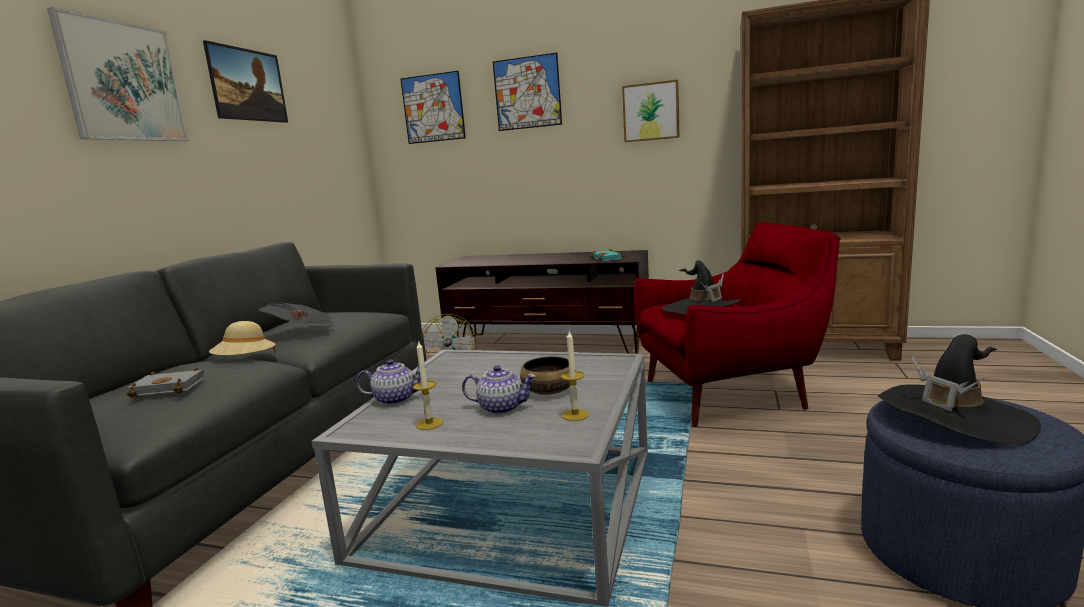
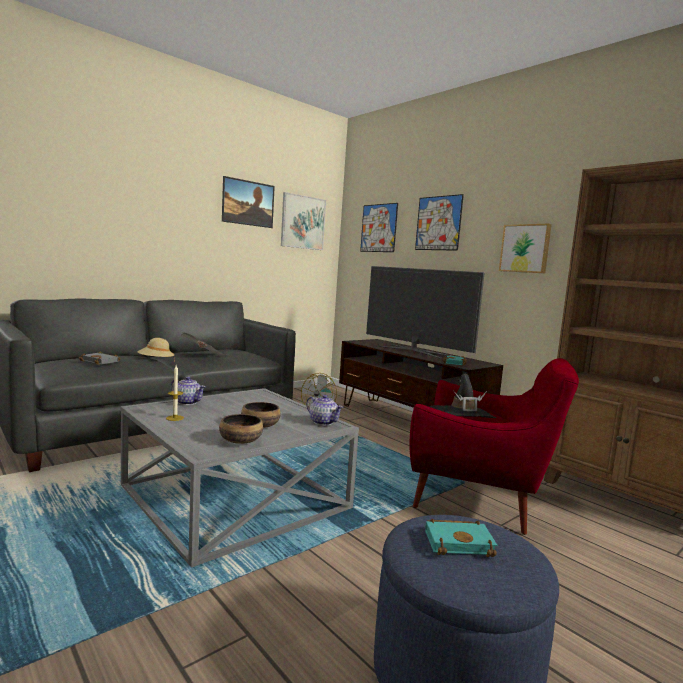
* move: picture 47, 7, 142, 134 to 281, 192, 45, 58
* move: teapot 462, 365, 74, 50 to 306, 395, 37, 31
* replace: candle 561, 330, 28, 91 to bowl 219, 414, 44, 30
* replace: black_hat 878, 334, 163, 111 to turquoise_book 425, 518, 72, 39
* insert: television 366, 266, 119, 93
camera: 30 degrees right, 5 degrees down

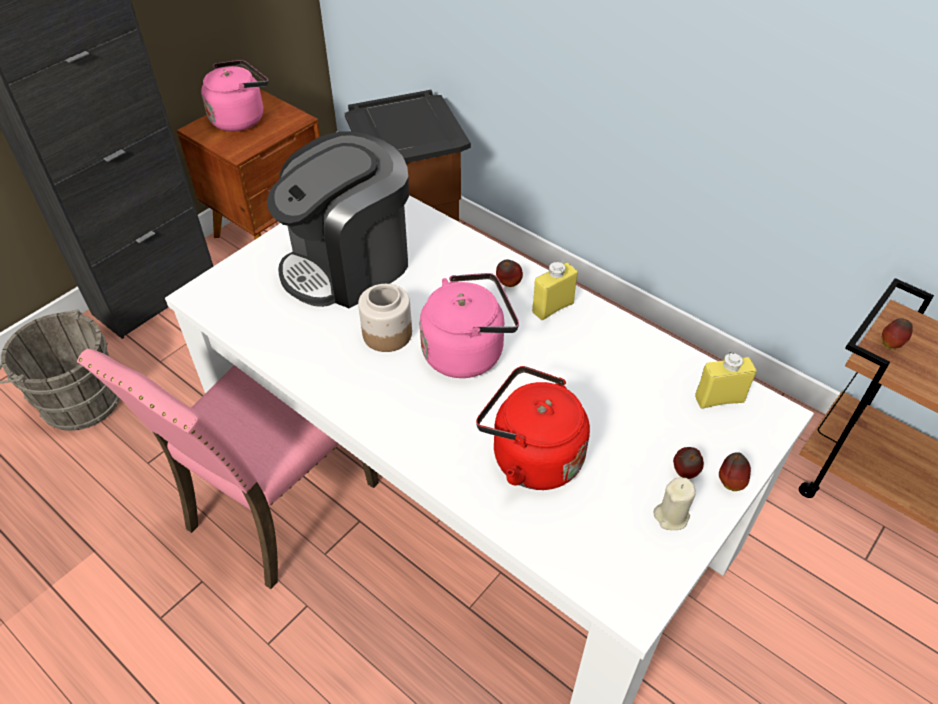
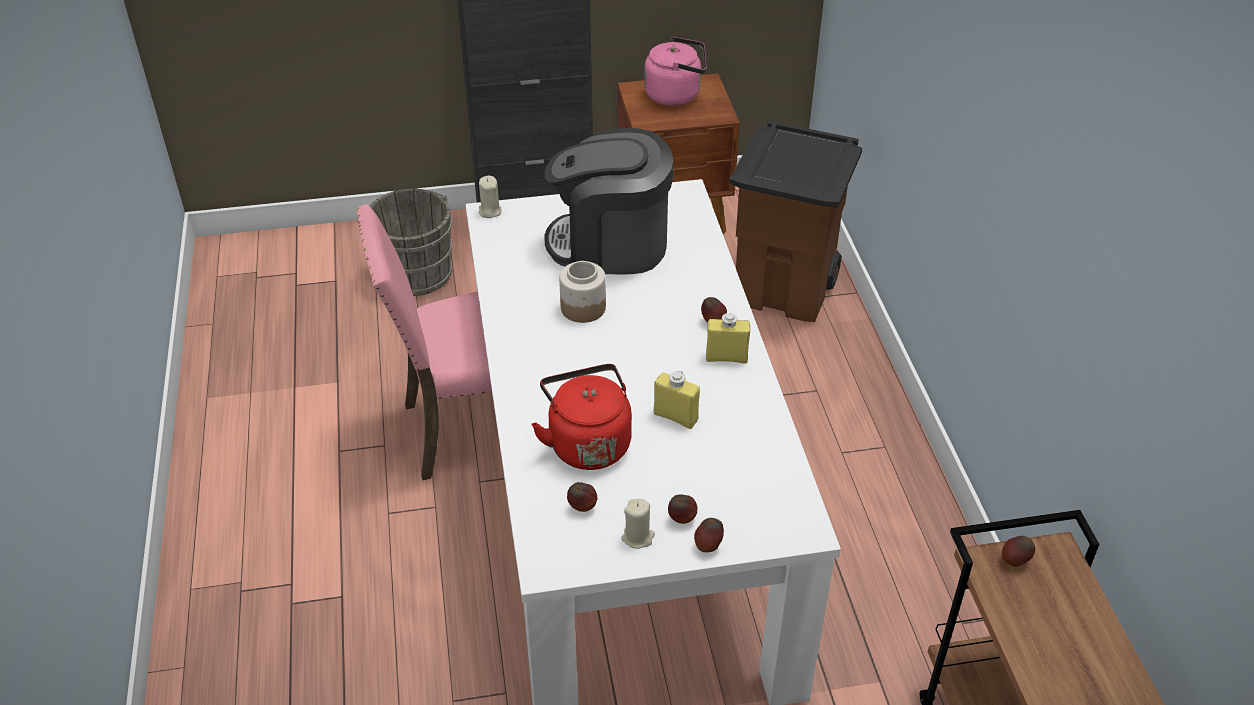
* delete: pink_kettle 420, 273, 99, 105
* move: yellow_bottle 695, 352, 62, 57 to 654, 372, 46, 57
* insert: beige_candle 479, 176, 22, 42
* insert: apple 567, 482, 31, 30
camera: 40 degrees right, 5 degrees down

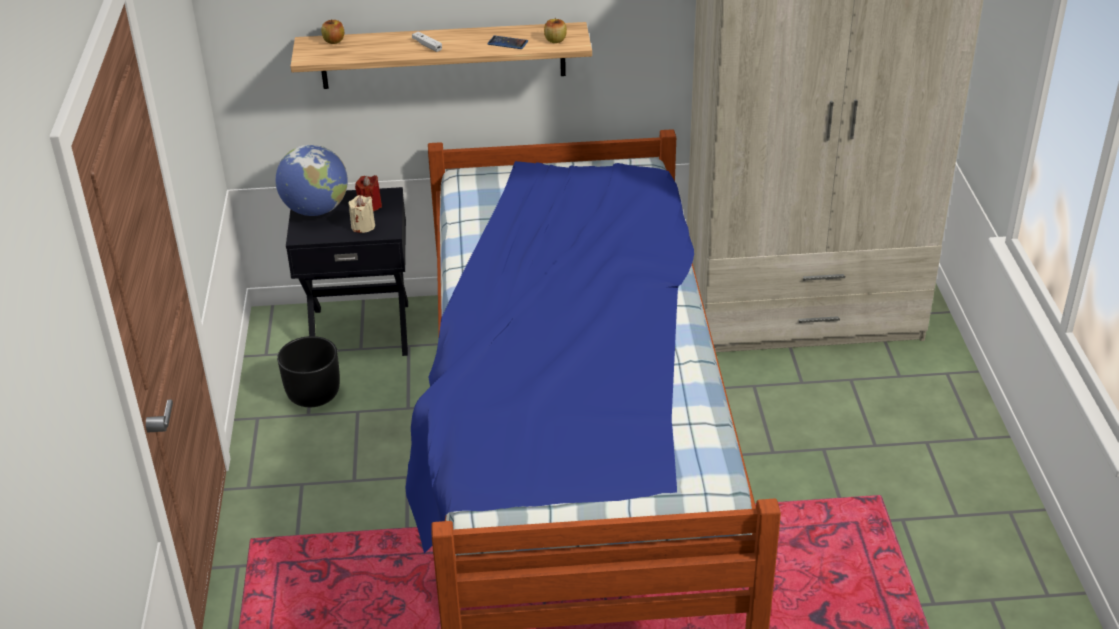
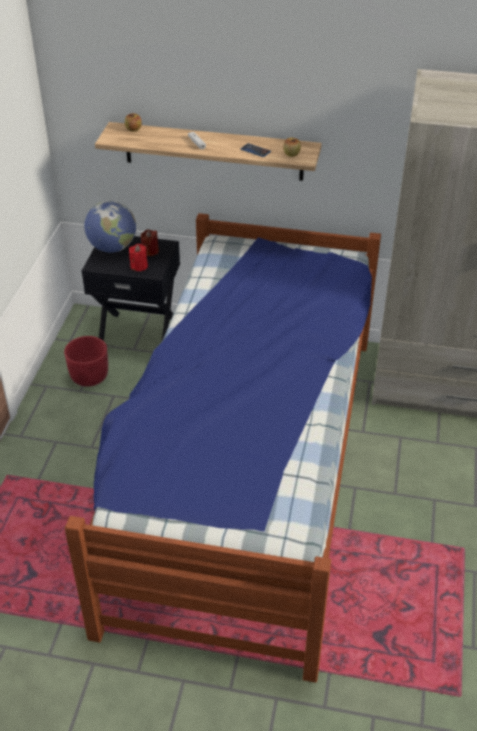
* recolor: black_planter 277, 336, 63, 71 to red_planter 64, 336, 44, 51
* recolor: beige_candle 349, 195, 26, 38 to red_candle 129, 244, 19, 27
camera: 15 degrees right, 5 degrees up

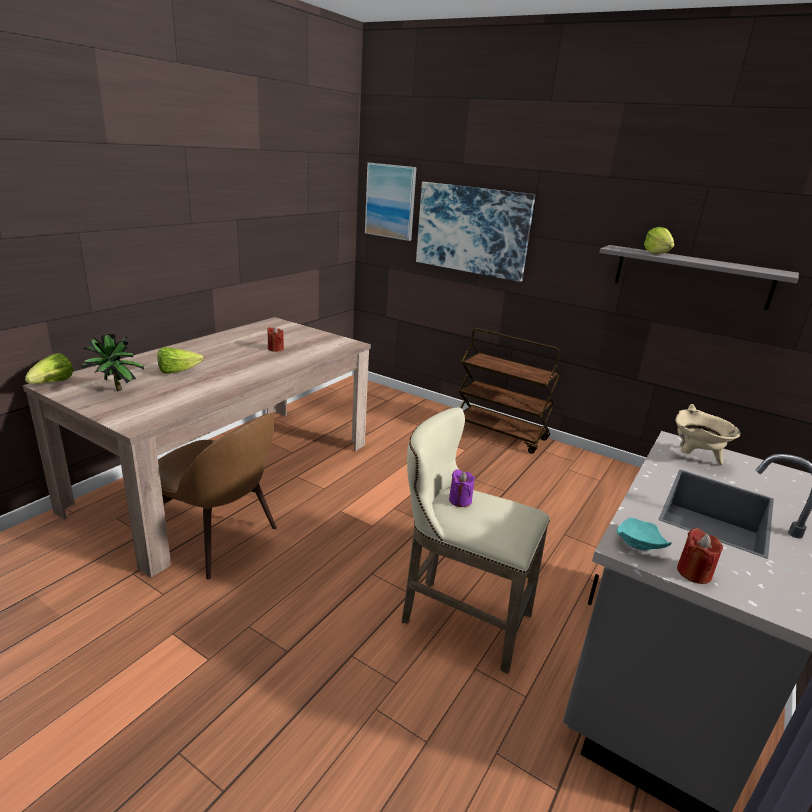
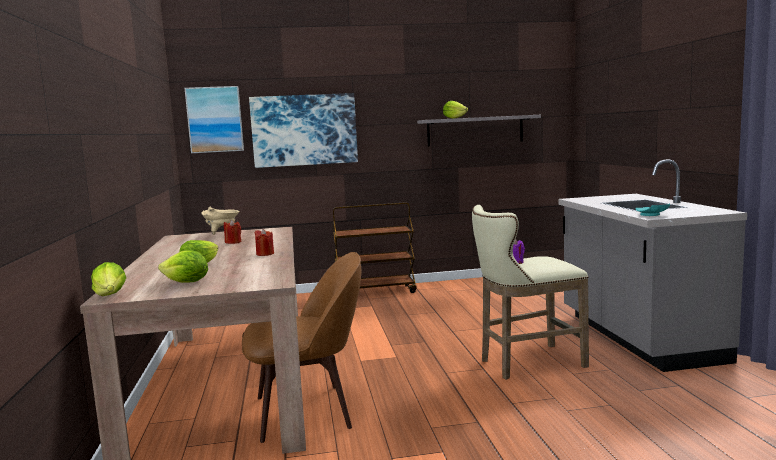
* replace: potted_plant 81, 334, 63, 57 to lettuce 158, 250, 50, 33
* move: beige_cooking_pot 675, 404, 65, 61 to 202, 206, 37, 29
* move: red_candle 677, 528, 46, 56 to 254, 229, 20, 27
camera: 40 degrees left, 15 degrees down

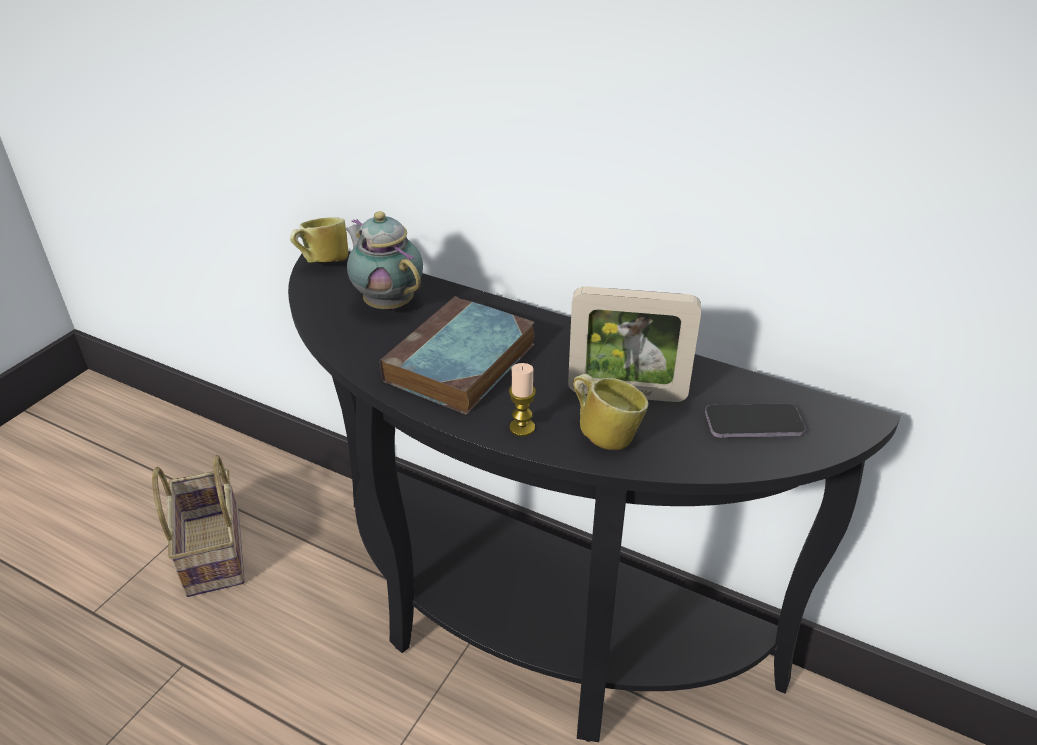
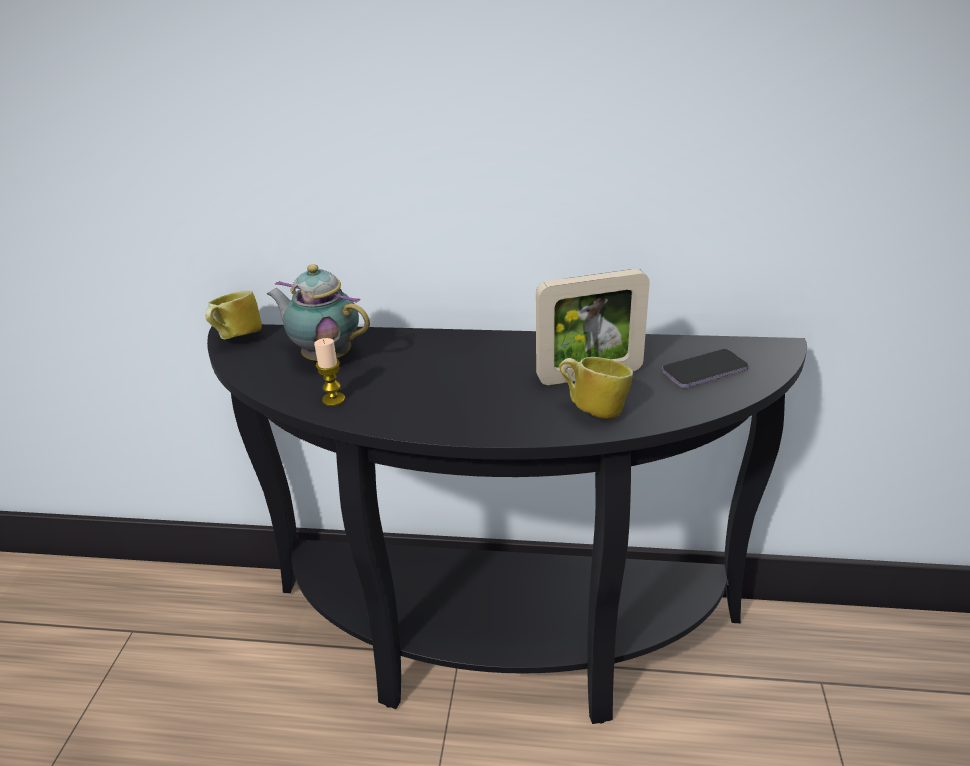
* delete: basket 152, 455, 93, 142
* delete: book 380, 296, 155, 119
* move: candle 509, 363, 27, 73 to 314, 338, 31, 68
camera: 20 degrees left, 5 degrees down

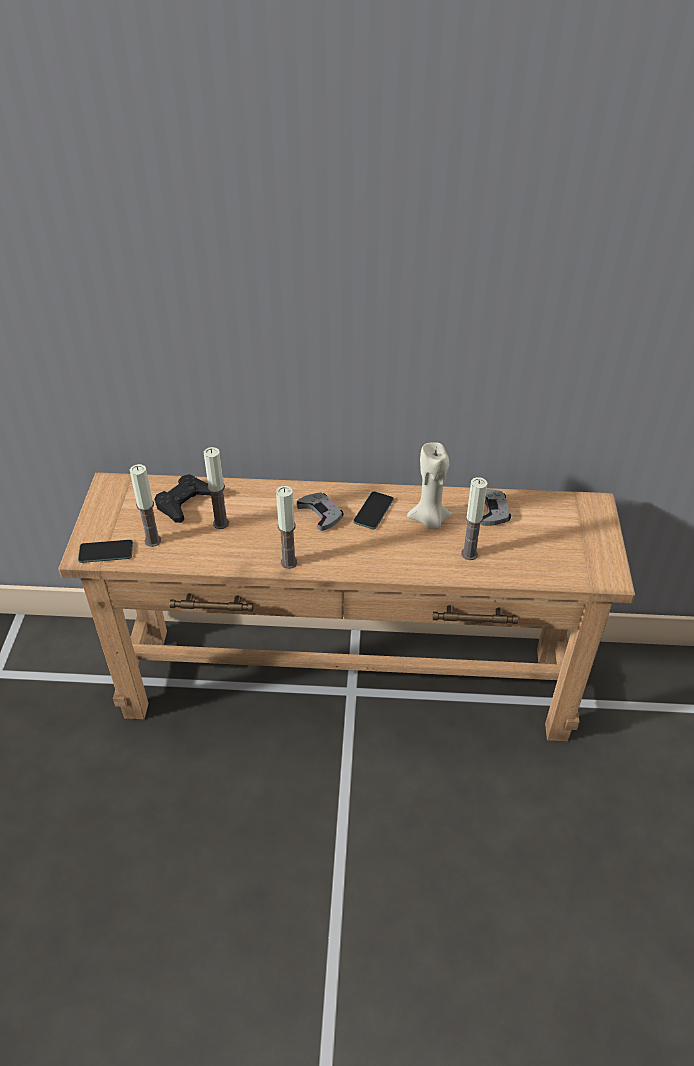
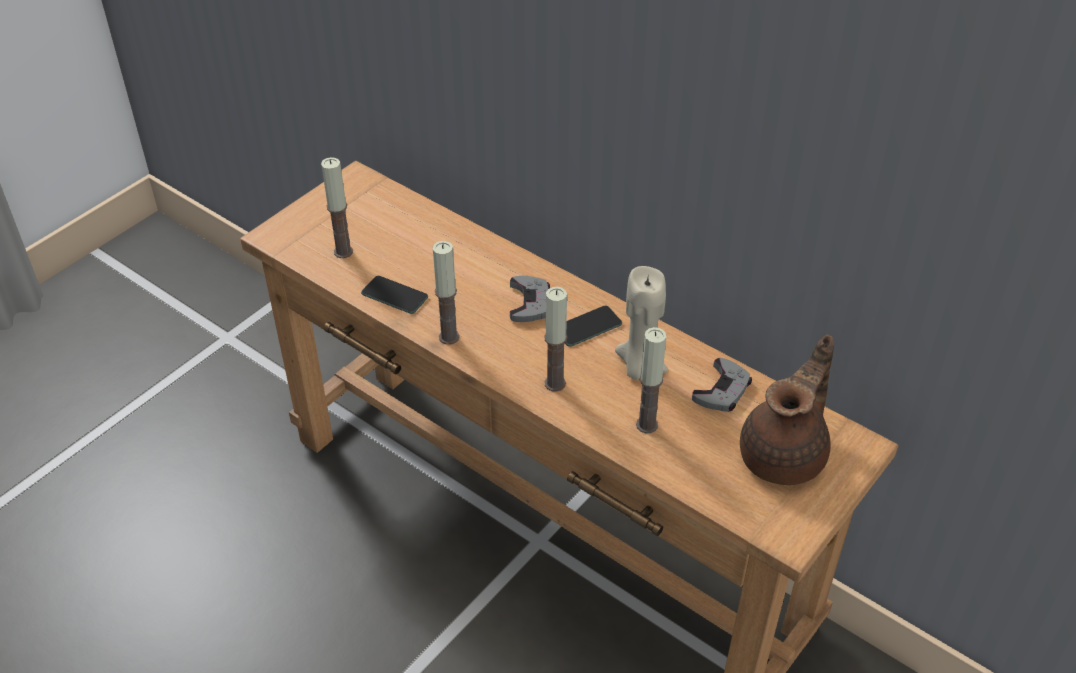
* move: phone 78, 540, 55, 23 to 361, 276, 67, 38
* delete: black_game_controller 154, 474, 57, 49
* move: candle 204, 447, 25, 82 to 545, 287, 22, 105
* insert: brown_teapot 740, 334, 94, 151
camera: 35 degrees right, 0 degrees up

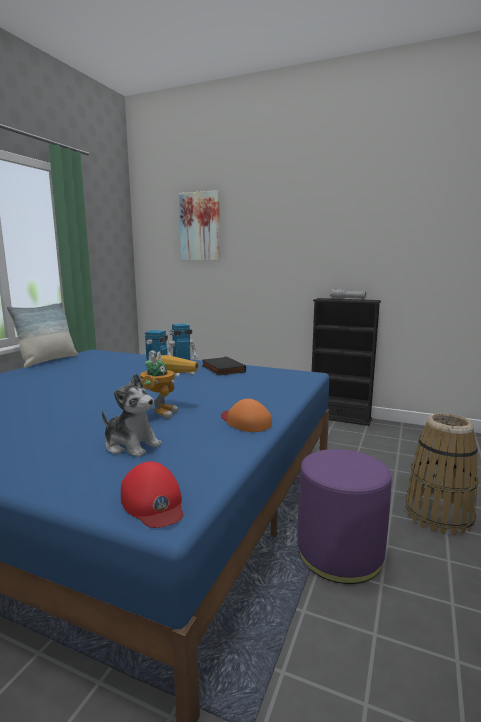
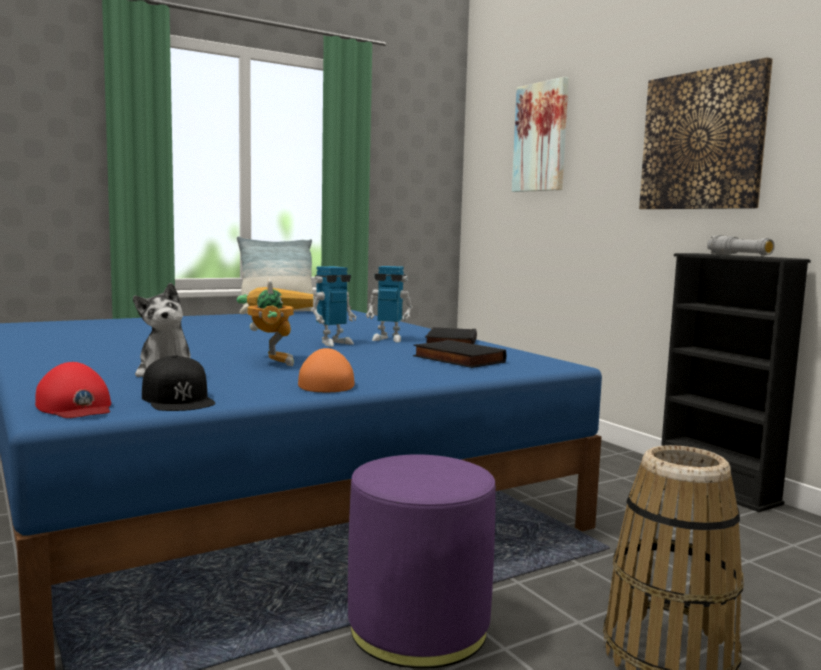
* rotate: red_cap 121, 461, 62, 67 = 35, 362, 76, 56 45 degrees counterclockwise
* rotate: toy_robot 140, 352, 59, 67 = 237, 278, 76, 88 60 degrees counterclockwise
* insert: black_cap 142, 355, 73, 56
* insert: black_book 413, 340, 93, 28
* insert: picture 639, 57, 134, 152
camera: 35 degrees right, 5 degrees down

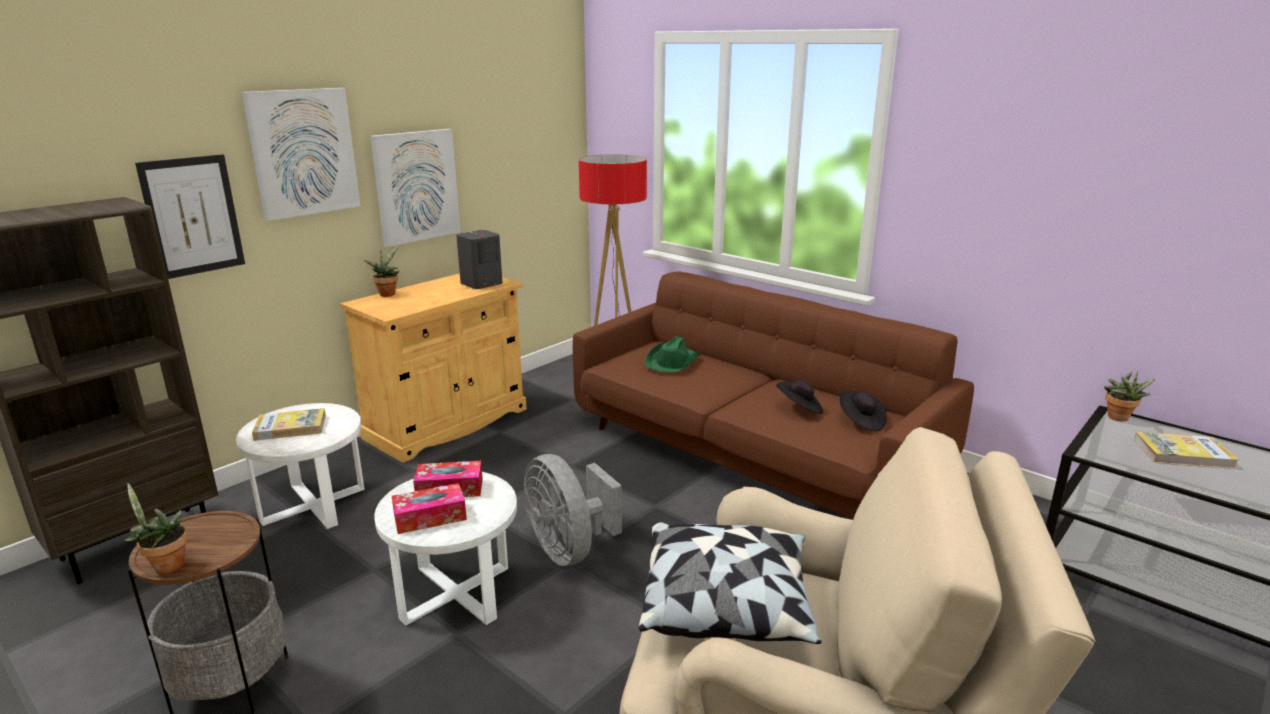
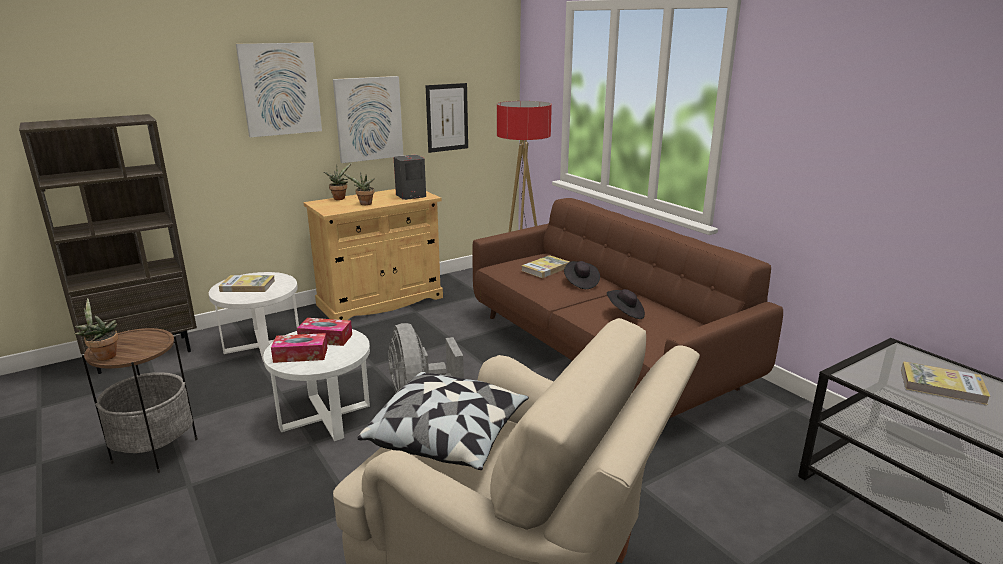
* move: picture 135, 154, 110, 125 to 426, 83, 42, 70
* replace: green_hat 645, 336, 55, 37 to book 521, 255, 49, 23
* move: black_hat 840, 391, 47, 41 to 564, 261, 36, 28
* move: potted_plant 1104, 371, 51, 50 to 343, 172, 32, 33
camera: 15 degrees right, 0 degrees up

